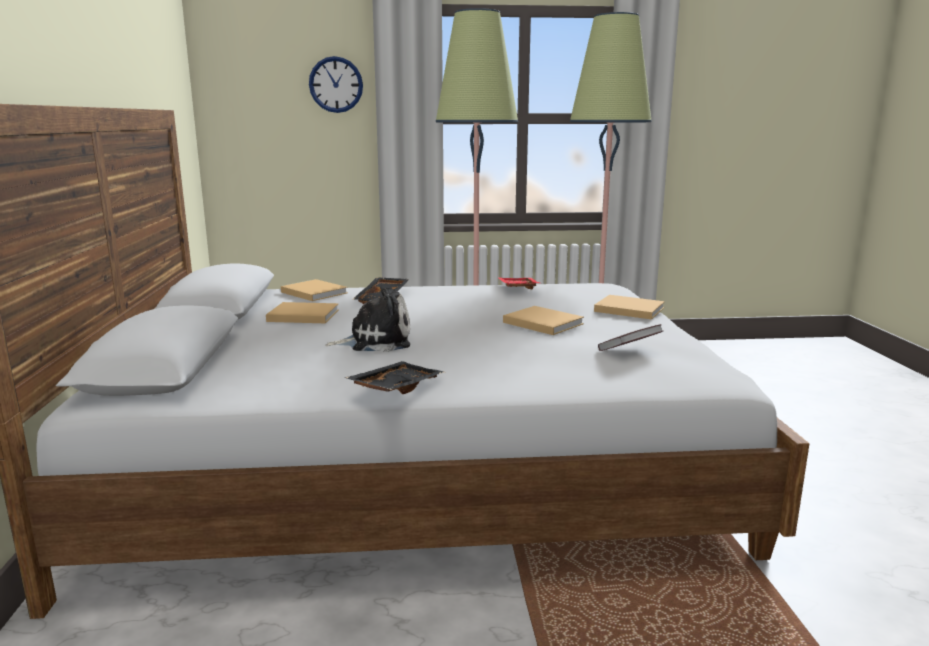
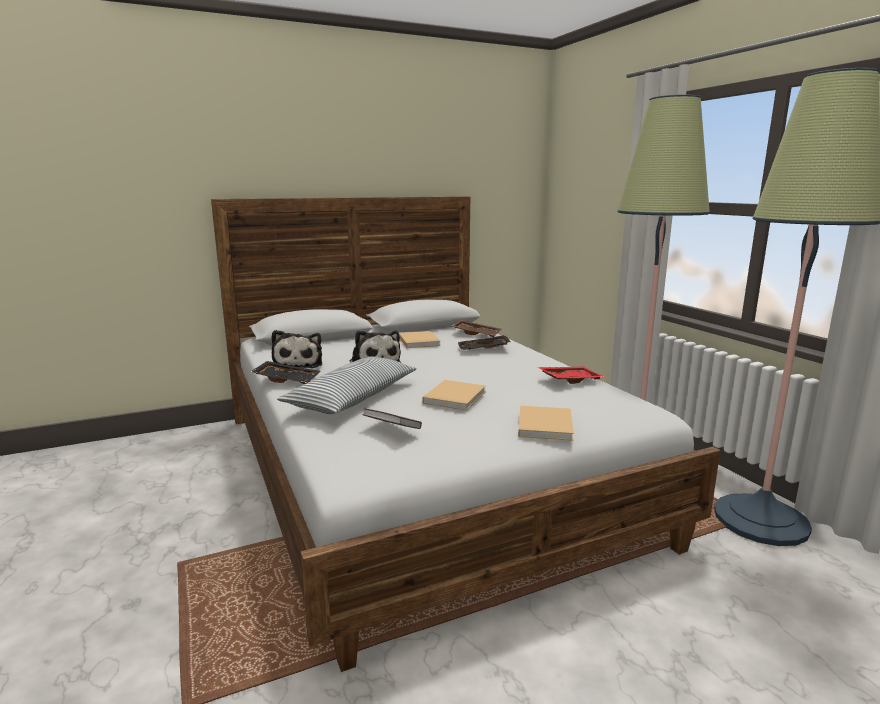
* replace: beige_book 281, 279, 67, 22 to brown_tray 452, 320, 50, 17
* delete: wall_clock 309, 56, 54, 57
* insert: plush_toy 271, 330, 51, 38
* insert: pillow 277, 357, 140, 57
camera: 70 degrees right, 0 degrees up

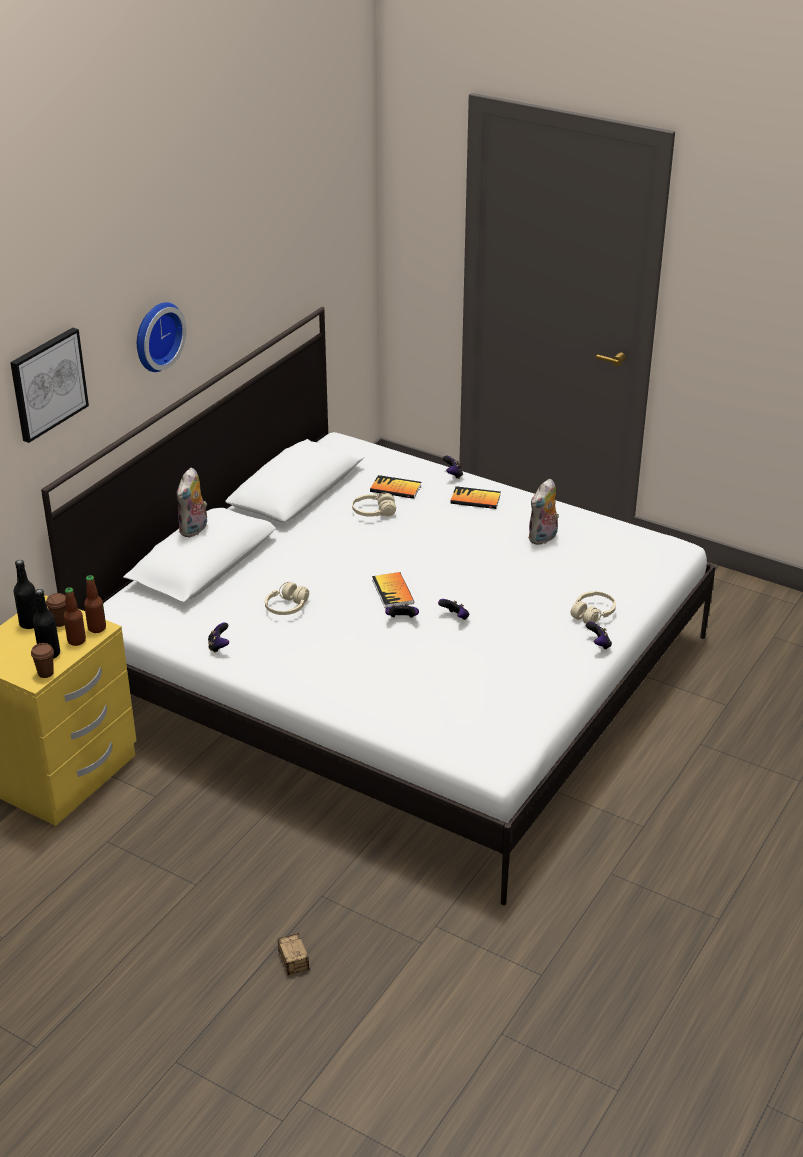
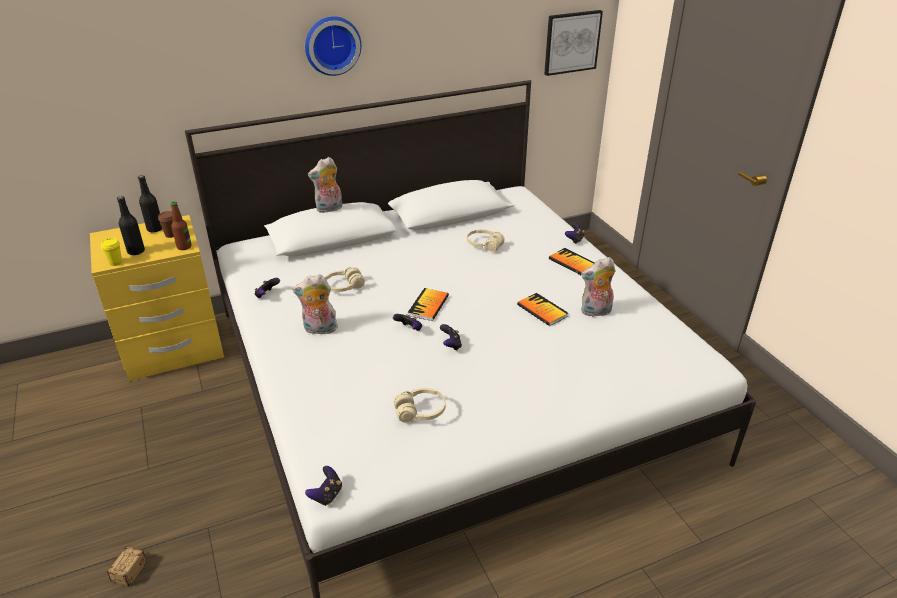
* move: picture 10, 328, 79, 115 to 544, 10, 59, 66
* recolor: brown_cup 31, 643, 23, 35 to yellow_cup 101, 238, 21, 28
* delete: bottle 63, 587, 23, 59
* move: book 370, 475, 51, 24 to 517, 293, 51, 33
* move: beige_headphones 571, 591, 45, 33 to 394, 388, 52, 35
* move: game_controller 586, 622, 26, 28 to 305, 466, 37, 40
* insert: plush_toy 292, 274, 46, 60
camera: 35 degrees right, 0 degrees up

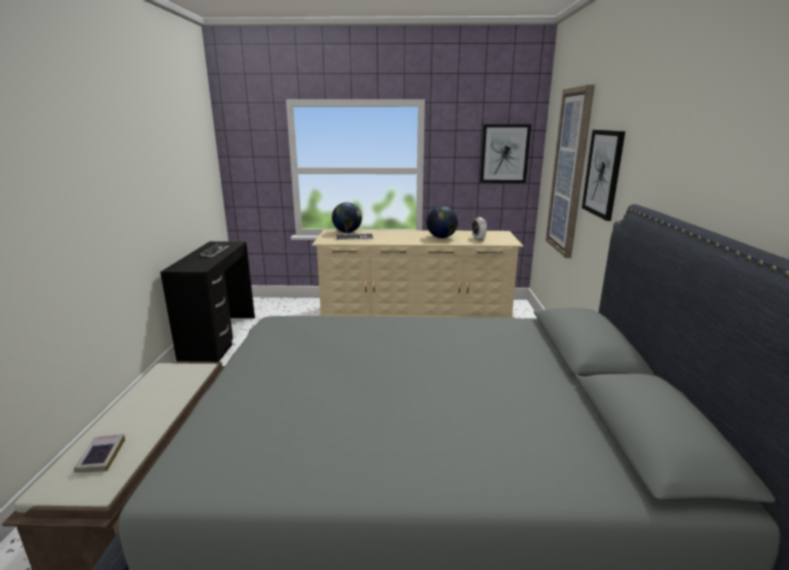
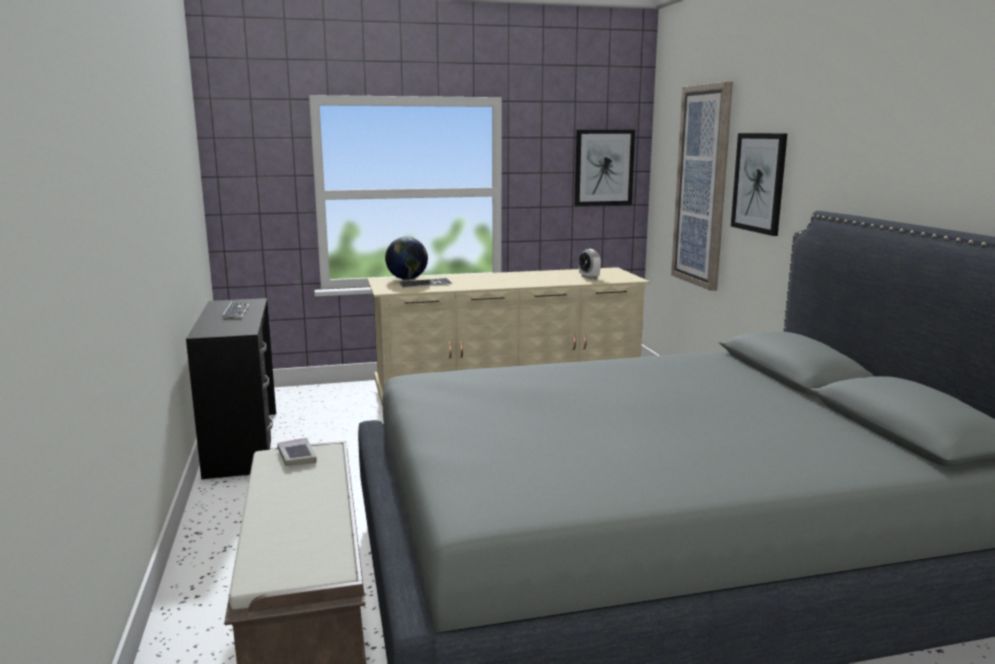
* move: book 74, 434, 51, 39 to 277, 438, 40, 28
* delete: globe 427, 206, 31, 32
camera: 15 degrees left, 5 degrees down

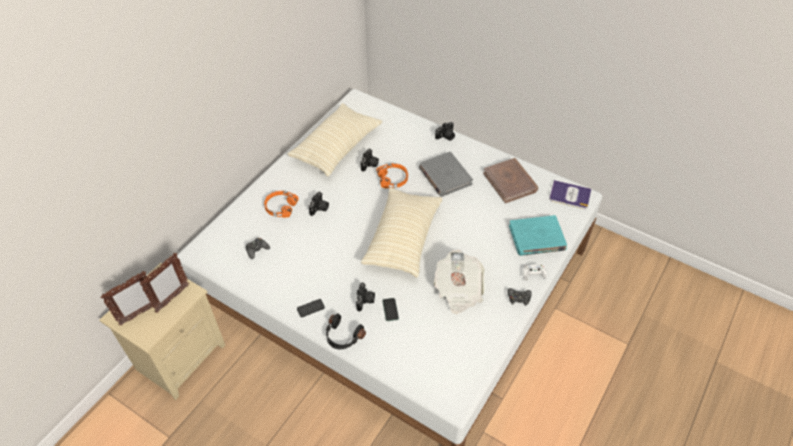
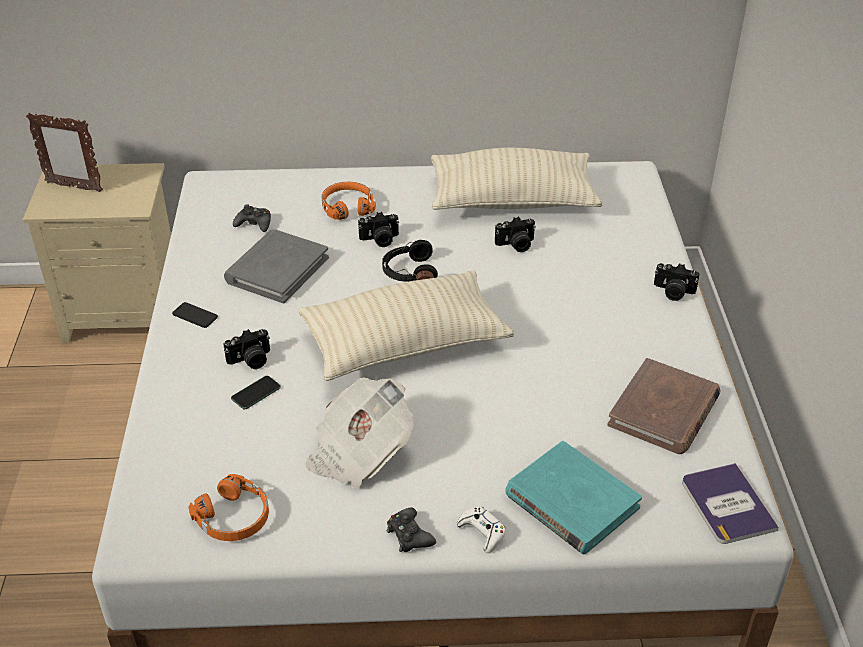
* delete: picture_frame 140, 253, 49, 59
* move: black_headphones 326, 314, 40, 36 to 382, 240, 56, 42
* move: orange_headphones 376, 163, 32, 25 to 188, 474, 81, 67
* move: grey_book 419, 151, 54, 46 to 224, 229, 105, 74
camera: 55 degrees right, 10 degrees down

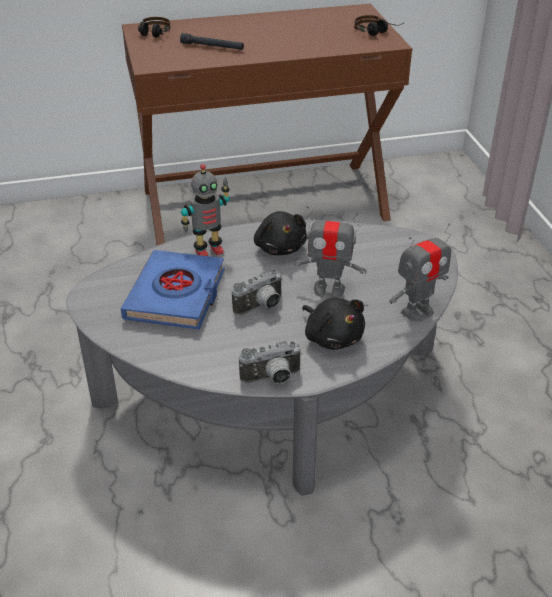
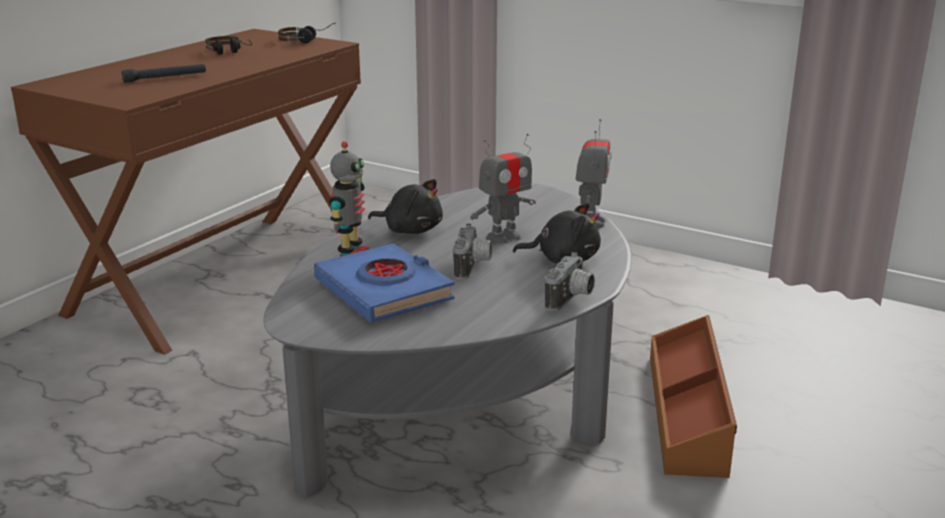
* move: headphones 138, 17, 32, 21 to 205, 36, 47, 19
* insert: brown_storage_box 650, 315, 87, 163
camera: 45 degrees left, 15 degrees down

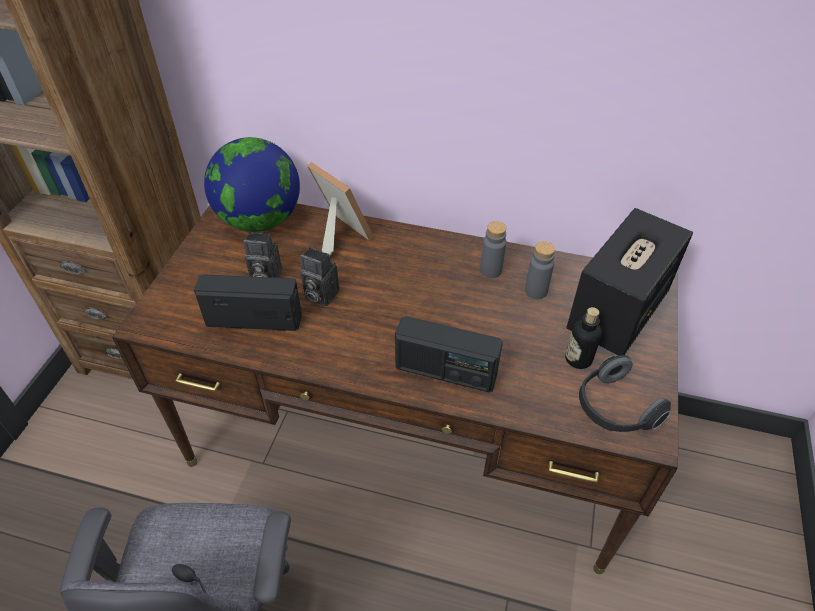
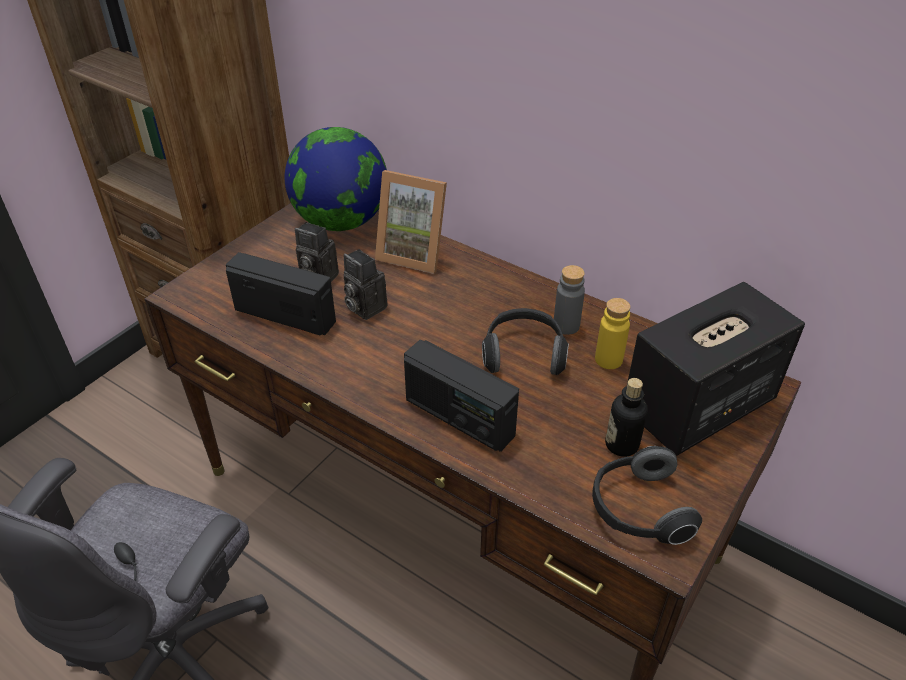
* rotate: picture_frame 307, 162, 67, 95 = 375, 170, 72, 104 135 degrees clockwise
* recolor: grey_bottle 525, 242, 30, 57 to yellow_bottle 595, 298, 36, 71
* insert: headphones 482, 308, 87, 67
camera: 20 degrees right, 5 degrees down

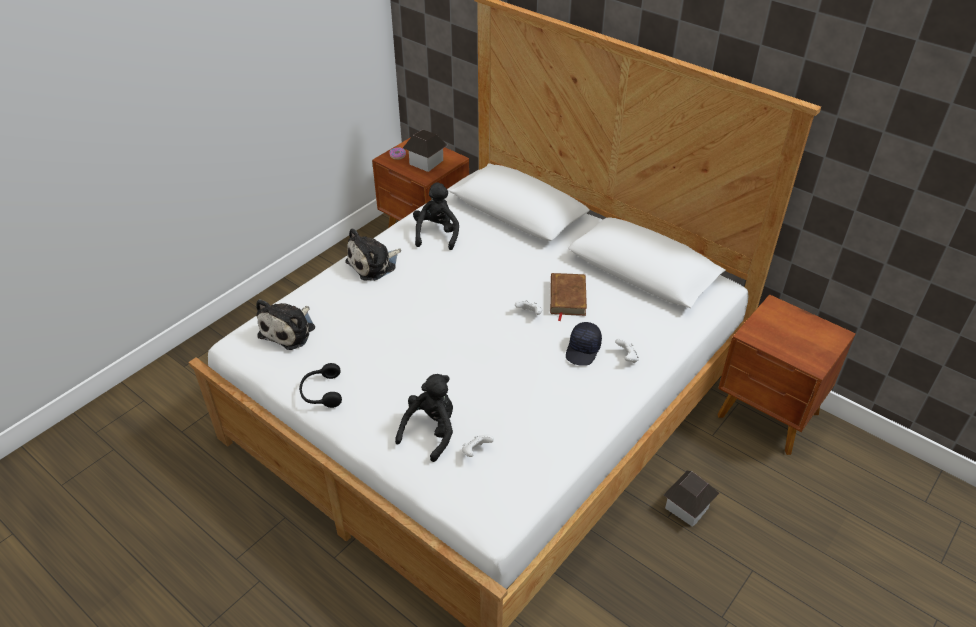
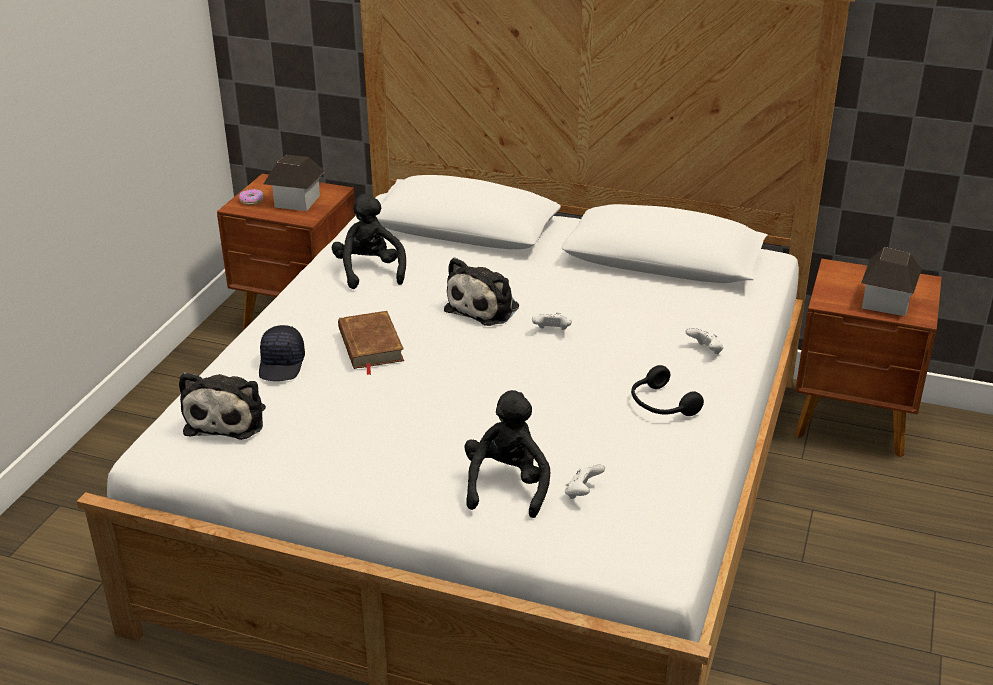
* move: black_headphones 299, 363, 43, 45 to 631, 365, 73, 51
* move: plush_toy 345, 228, 56, 53 to 444, 257, 75, 69
* move: brown_book 550, 273, 37, 48 to 338, 311, 66, 64
* move: black_cap 566, 322, 36, 44 to 259, 325, 46, 56
* move: toy_house 664, 471, 55, 56 to 861, 247, 61, 69
camera: 20 degrees left, 10 degrees down

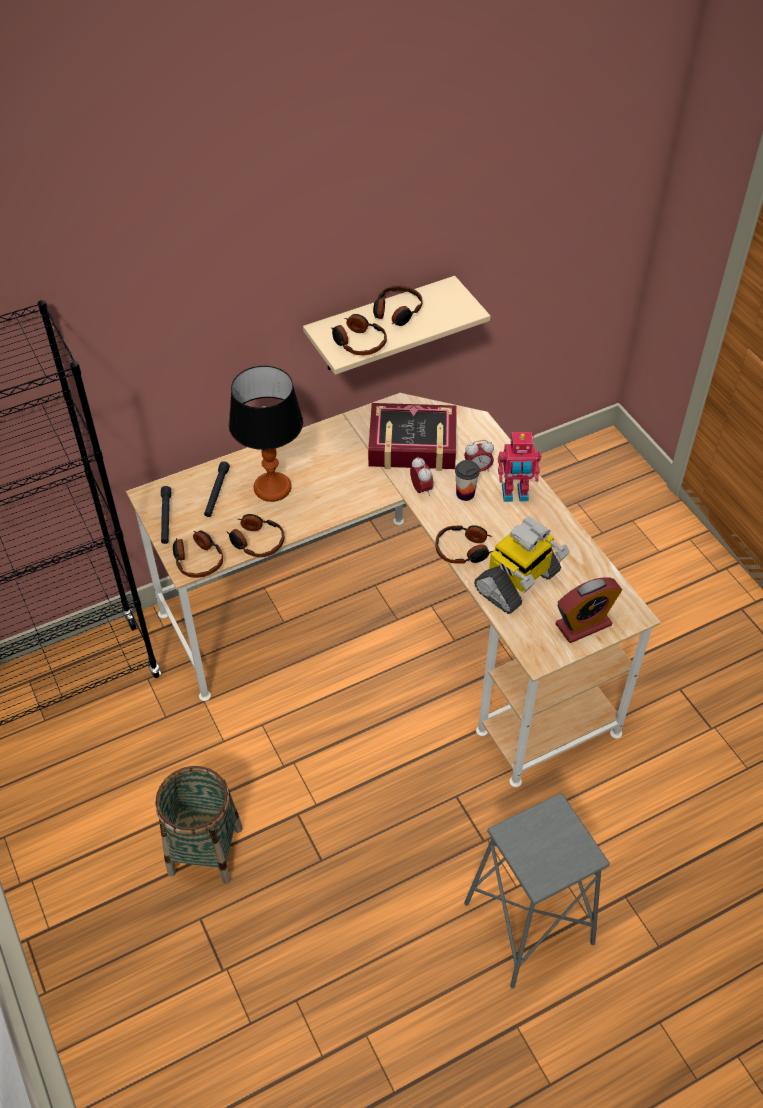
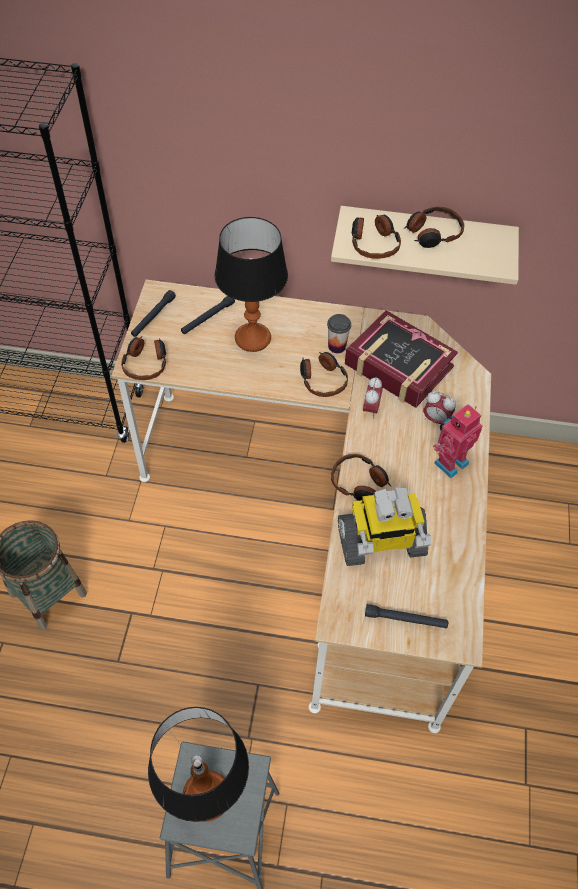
* move: headphones 227, 514, 58, 43 to 300, 352, 48, 45
* move: cup 455, 460, 25, 41 to 327, 314, 24, 39
* rotate: toy_robot 498, 432, 43, 70 = 433, 404, 49, 74 105 degrees clockwise
* replace: alarm_clock 556, 577, 66, 66 to black_flashlight 365, 604, 83, 24
* insert: table_lamp 148, 707, 101, 115
camera: 35 degrees right, 5 degrees up

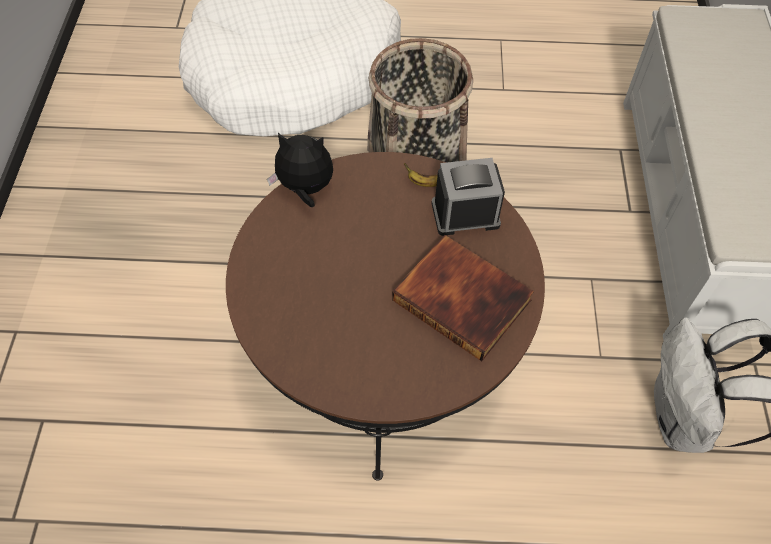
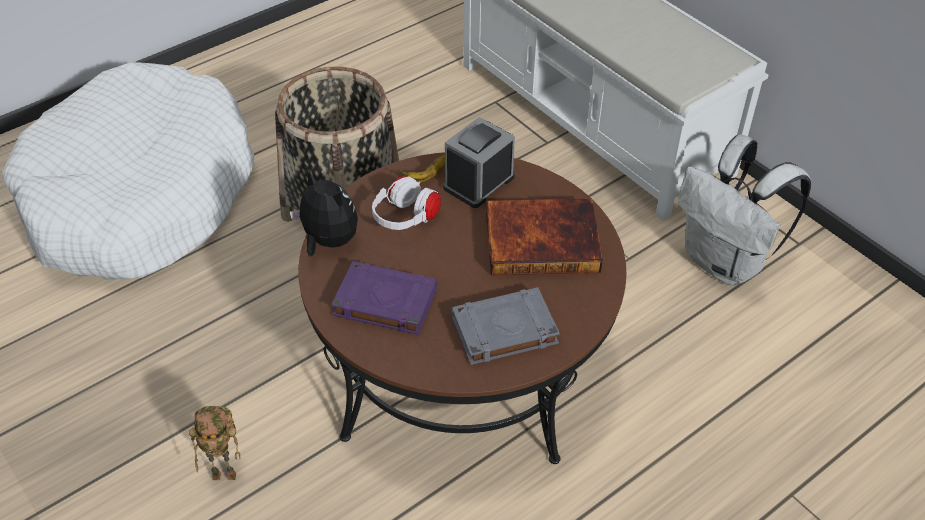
* rotate: plush_toy 267, 133, 66, 75 = 290, 170, 68, 87 75 degrees clockwise
* insert: toy_robot 189, 406, 51, 74
* insert: purple_book 331, 261, 107, 74
* insert: white_headphones 372, 176, 69, 54
* insert: grey_book 451, 287, 109, 78
camera: 40 degrees left, 10 degrees down

